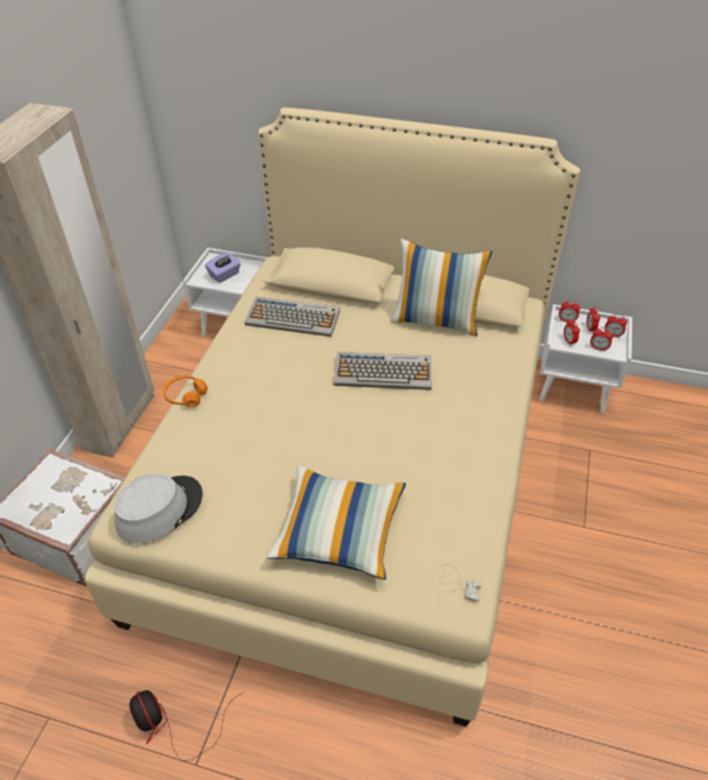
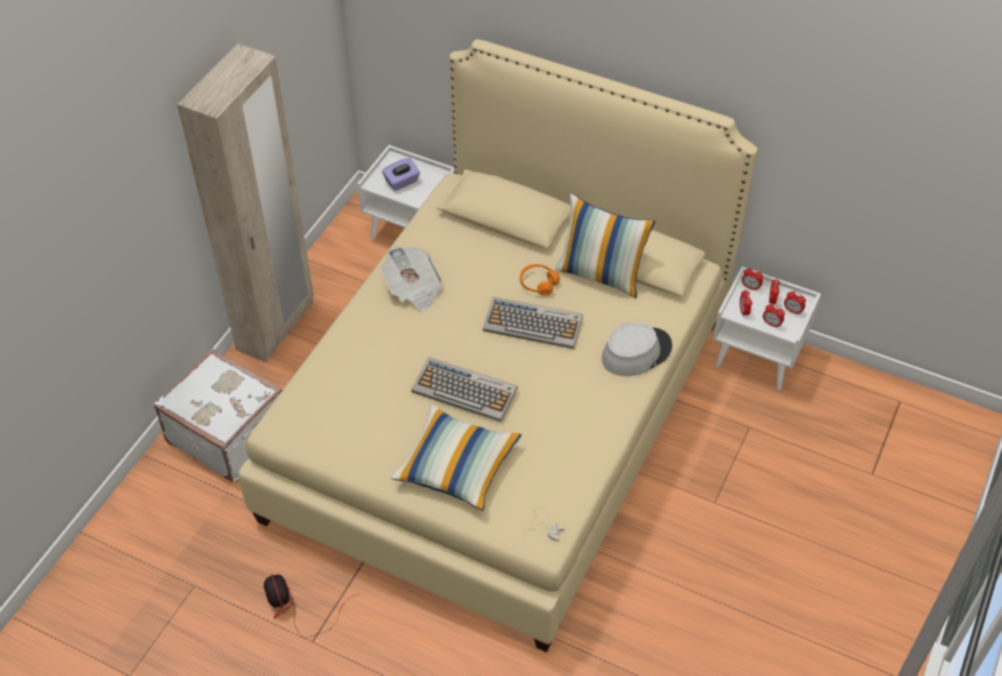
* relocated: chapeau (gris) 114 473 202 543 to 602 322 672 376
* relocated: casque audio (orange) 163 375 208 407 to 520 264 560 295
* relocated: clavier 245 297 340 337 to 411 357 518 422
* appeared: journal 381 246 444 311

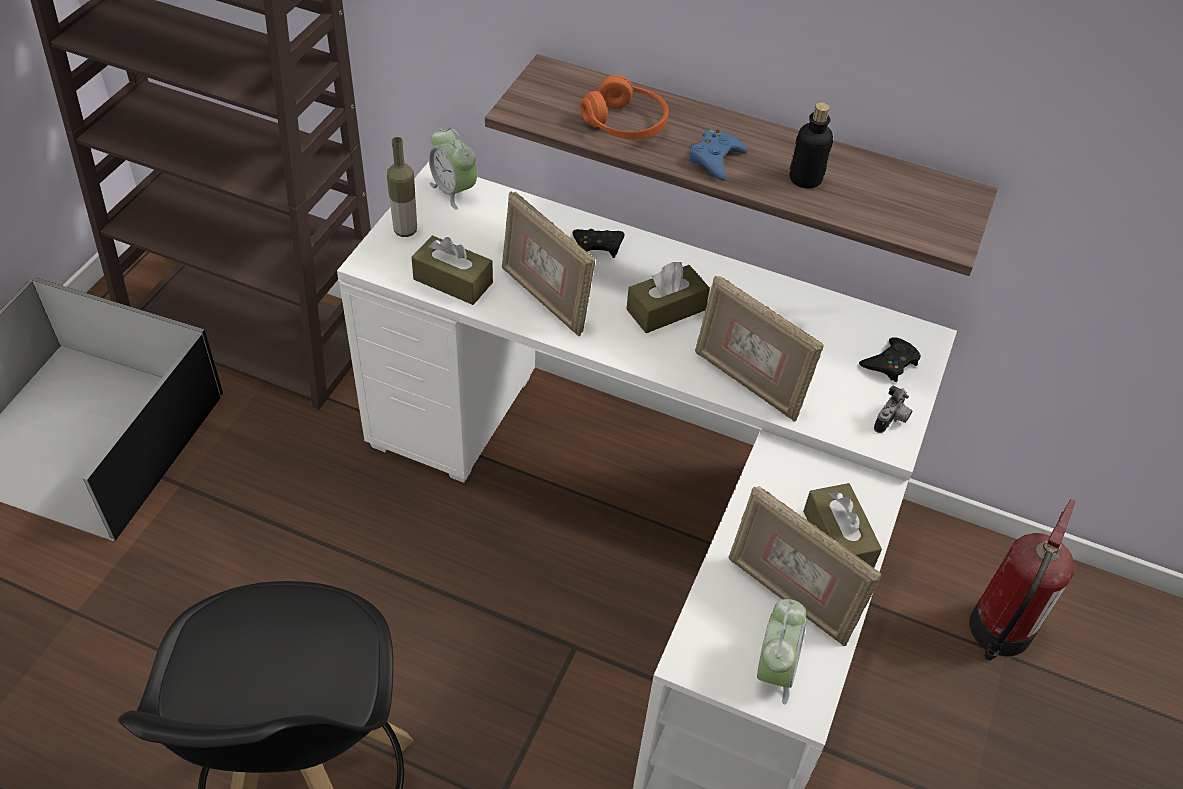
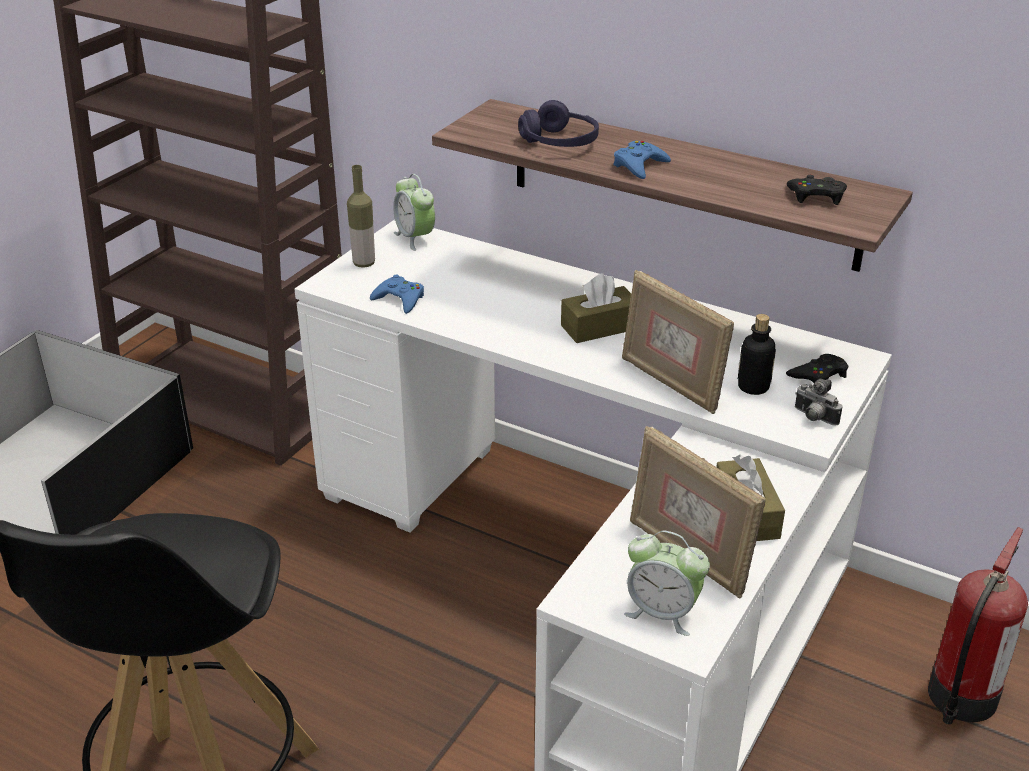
* exchanged: boîte à mouchoirs (marron) 411 235 493 305 to manette (bleu) 370 275 424 314
* missing: cadre photo 502 192 595 336
* relocated: manette (noir) 573 229 625 258 to 787 175 847 205
* colour: casque audio (orange) 580 75 669 139 to casque audio (violet) 518 100 599 147
* spun: réveil 757 599 806 704 = 624 531 710 636 90 degrees clockwise
* relocated: bouteille 789 102 833 189 to 738 314 776 395
* spun: appareil photo 874 385 913 433 = 795 379 842 426 90 degrees clockwise

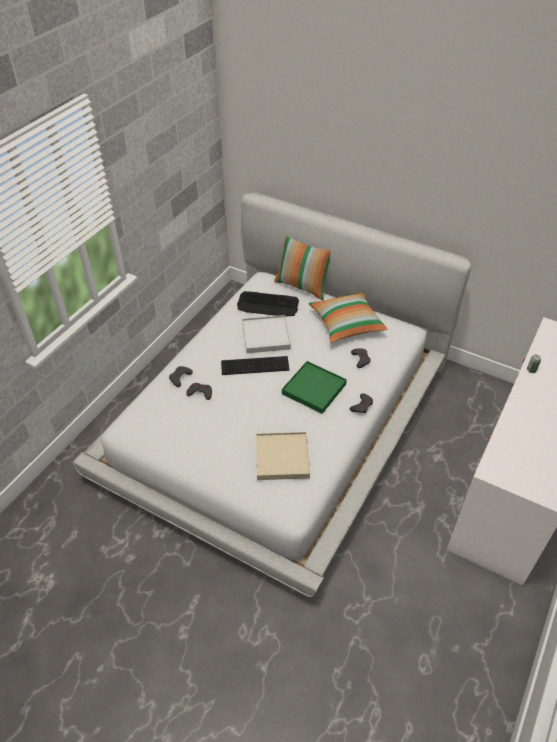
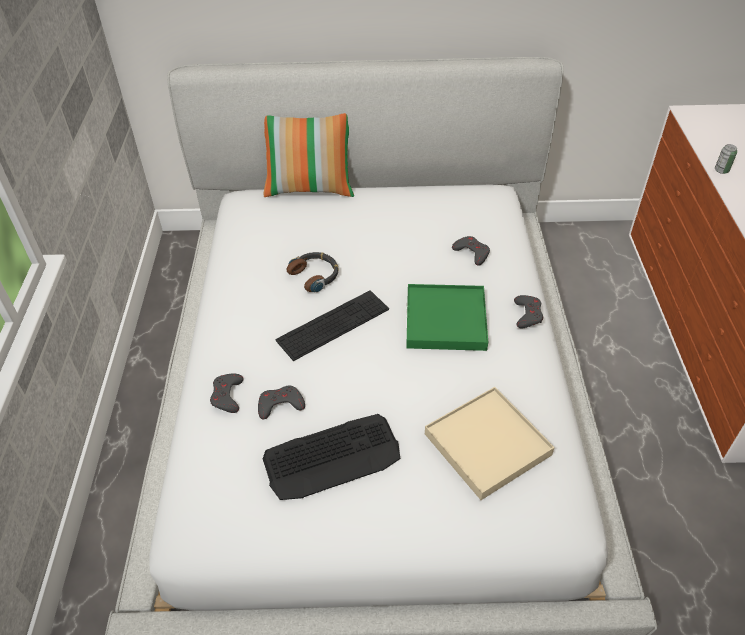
* relocated: clavier 237 291 299 317 to 263 414 400 500
* exchanged: plateau (blanc) 242 315 291 353 to casque audio 287 252 339 292
* missing: coussin 308 293 387 343

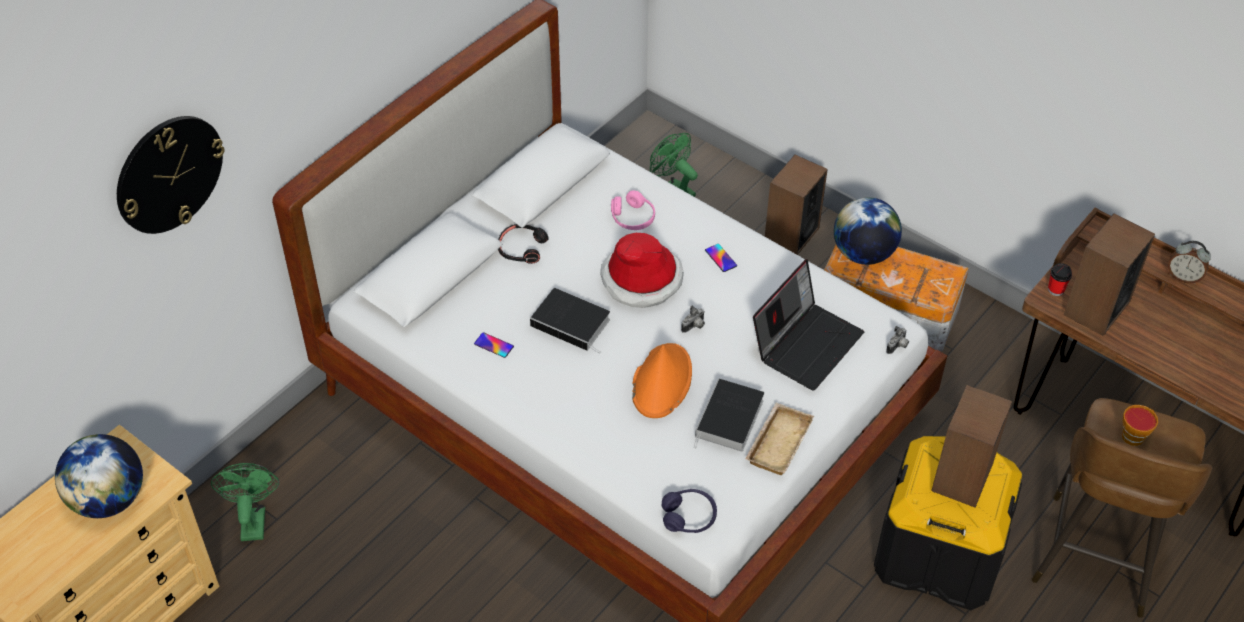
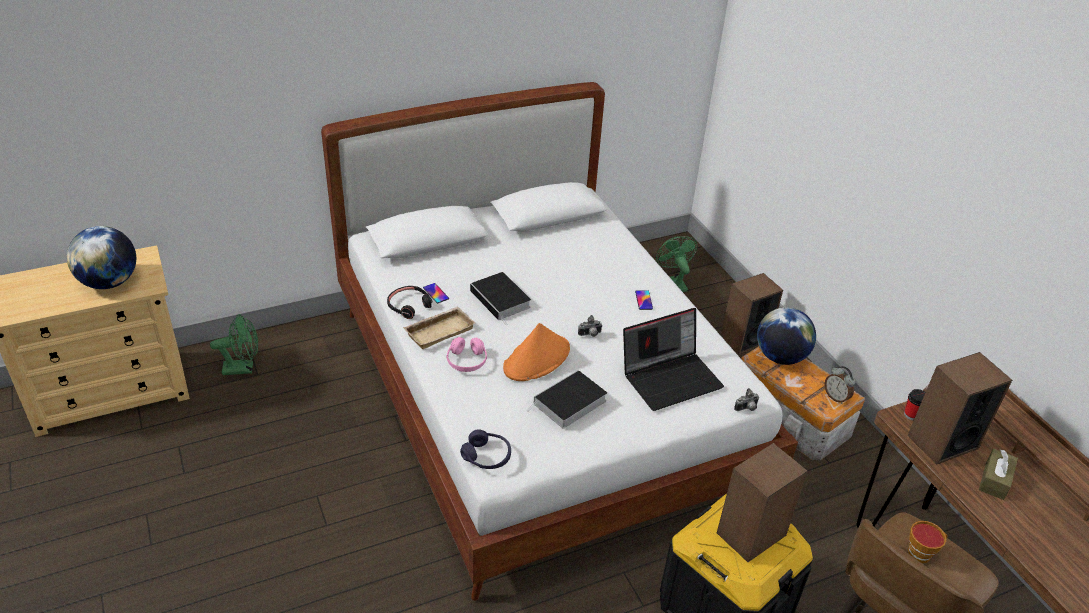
* missing: horloge murale 117 116 225 234
* spun: ventilateur (vert) 211 463 279 541 = 210 314 258 375 60 degrees clockwise
* relocated: casque audio (noir) 498 224 549 264 to 387 286 433 319
* missing: chapeau 600 233 684 308
* relocated: casque audio (rose) 611 190 655 230 to 447 337 487 372
* relocated: plateau (beige) 745 403 814 475 to 403 307 475 349
* relocated: réveil 1168 241 1211 284 to 824 366 856 404
* appeared: boîte à mouchoirs (marron) 979 449 1018 500

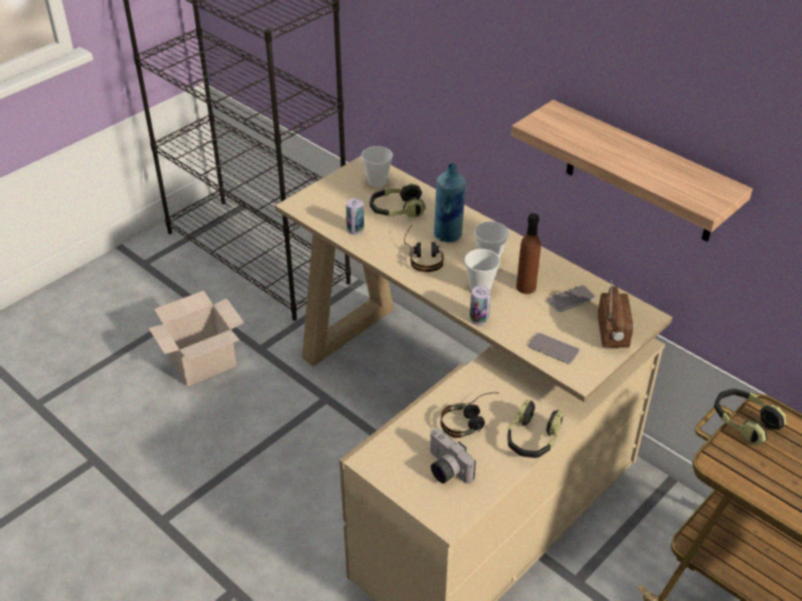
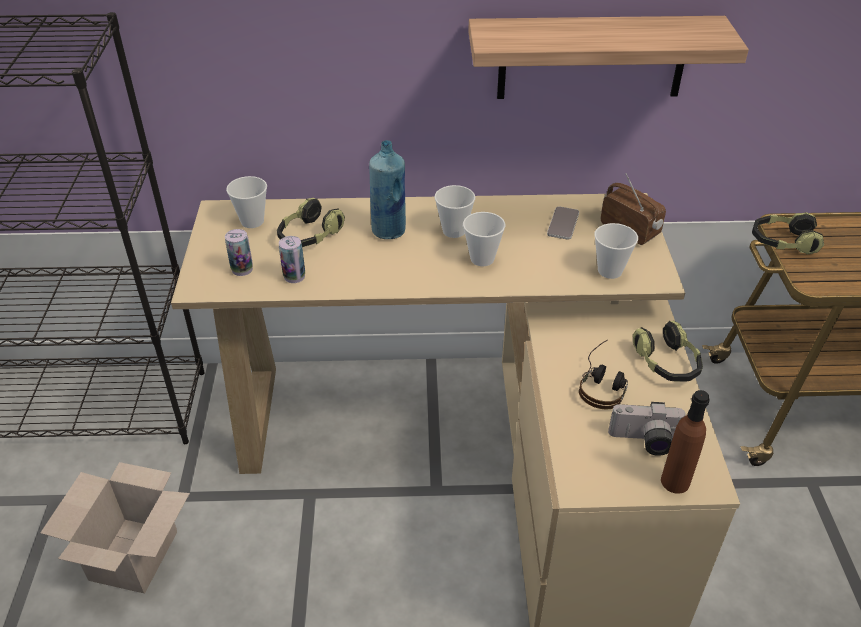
* missing: casque audio 404 225 444 272
* relocated: boîte métallique 470 286 491 326 to 225 229 253 276
* relocated: bouteille (marron) 516 213 541 294 to 661 390 710 494
* exchanged: téléphone 529 333 580 364 to tasse 594 223 638 279

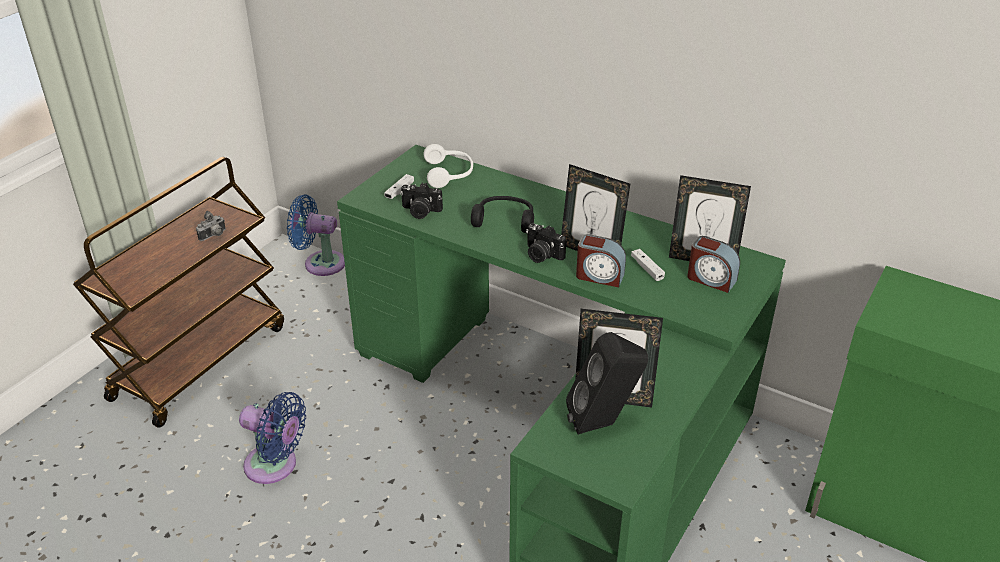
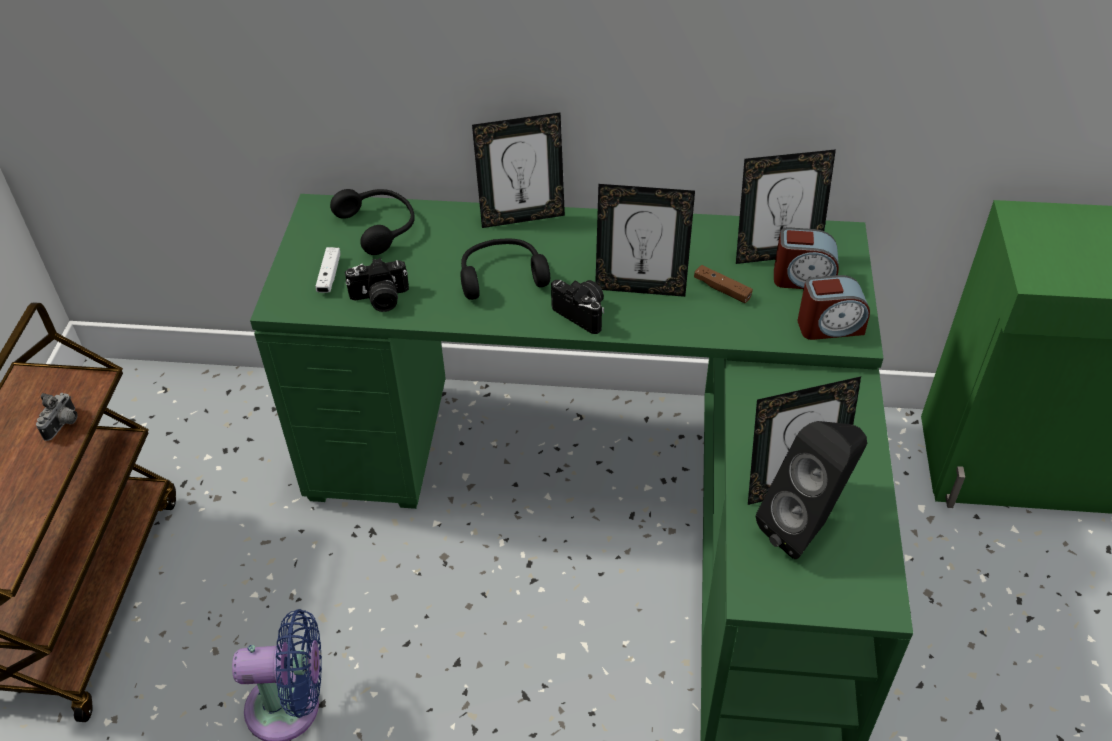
* missing: ventilateur (bleu) 287 194 345 276
* colour: casque audio (blanc) 424 144 474 188 to casque audio (noir) 330 189 415 255
* spun: appareil photo 526 223 566 263 = 551 280 604 334 150 degrees counterclockwise
* relocated: réveil 576 234 626 287 to 797 275 870 340
* colour: manette (blanc) 631 249 665 281 to manette (marron) 694 265 753 303
* appeared: cadre photo 472 112 565 228

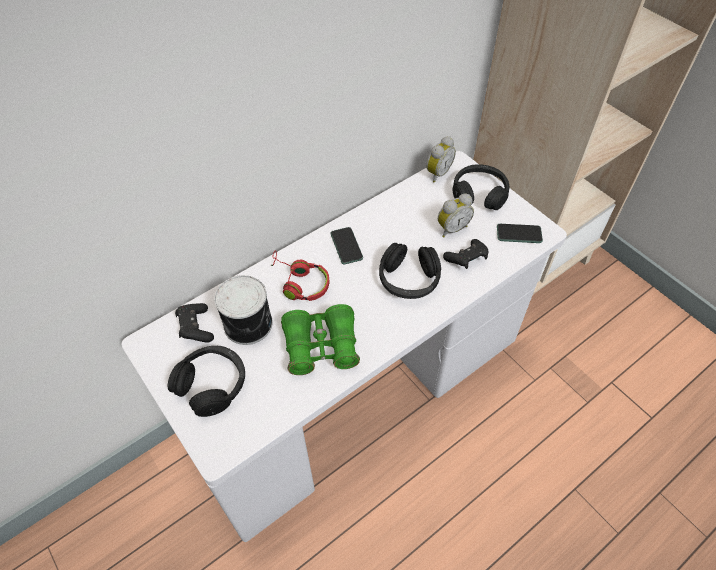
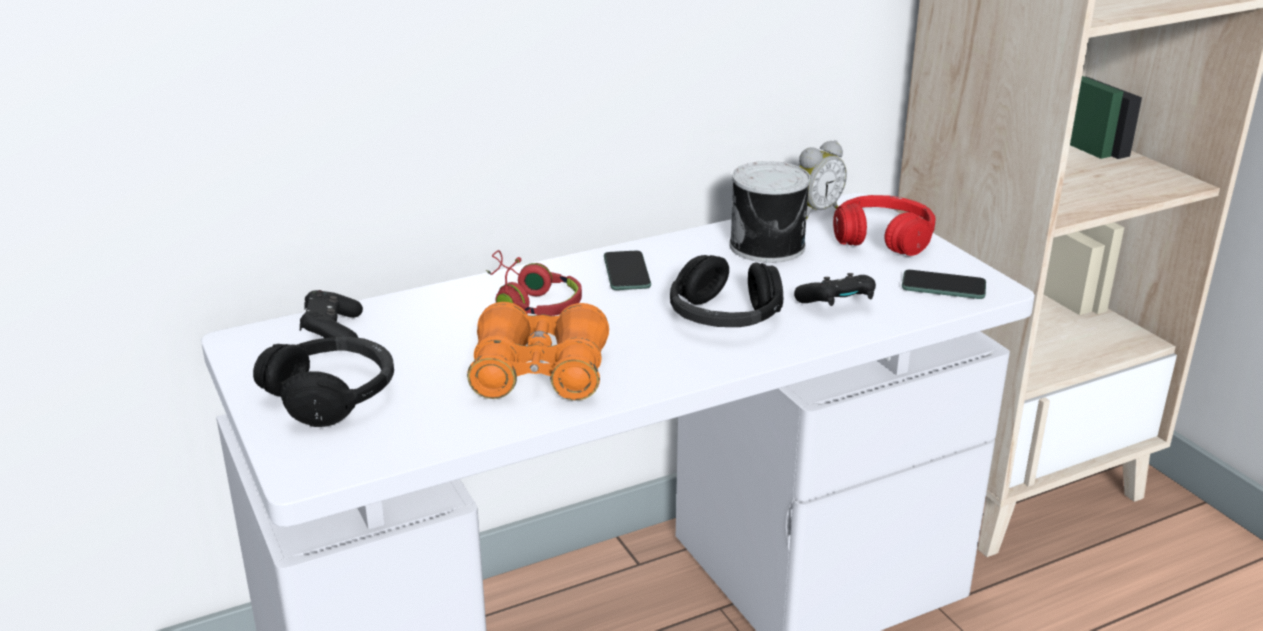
* relocated: boîte métallique 214 275 273 345 to 729 161 810 263
* colour: jumelles (vert) 281 304 360 375 to jumelles (orange) 467 302 609 401
* missing: réveil 438 194 474 237
* colour: casque audio (noir) 453 164 510 210 to casque audio (rouge) 833 195 936 256

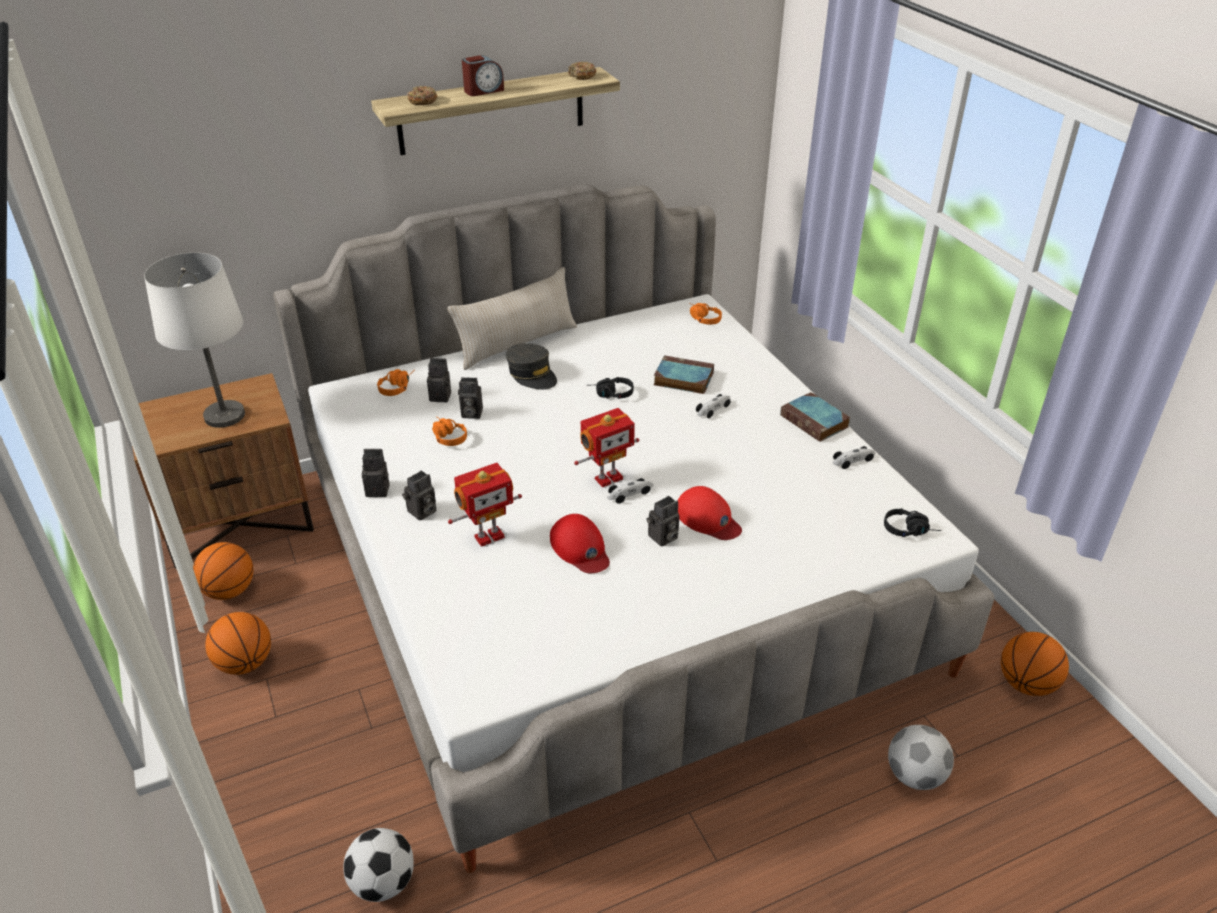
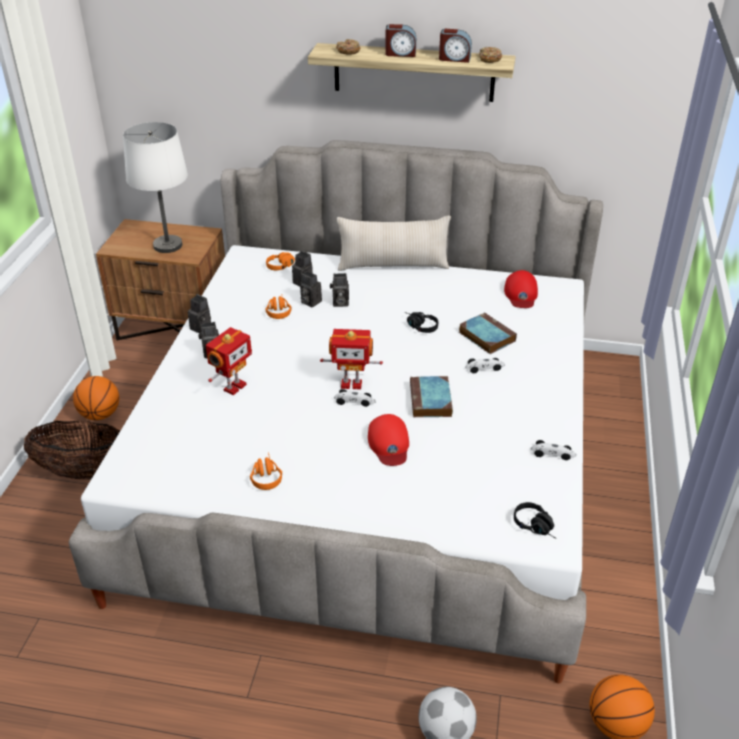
* missing: ballon de basket 193 542 253 600
* missing: ballon de foot 343 828 414 902
* spun: robot jouet 448 463 522 547 = 206 327 252 395 60 degrees counterclockwise
* missing: casquette (gris) 506 343 557 390
* relocated: casquette (rouge) 550 514 610 573 to 504 270 538 308
* relocated: appareil photo 647 496 679 547 to 330 273 349 307
* relocated: casque audio (orange) 689 303 722 325 to 250 452 282 490
* relocated: livre 780 392 851 442 to 410 376 453 417
* appeared: panier 24 421 121 480
* appeared: réveil 439 29 472 63

